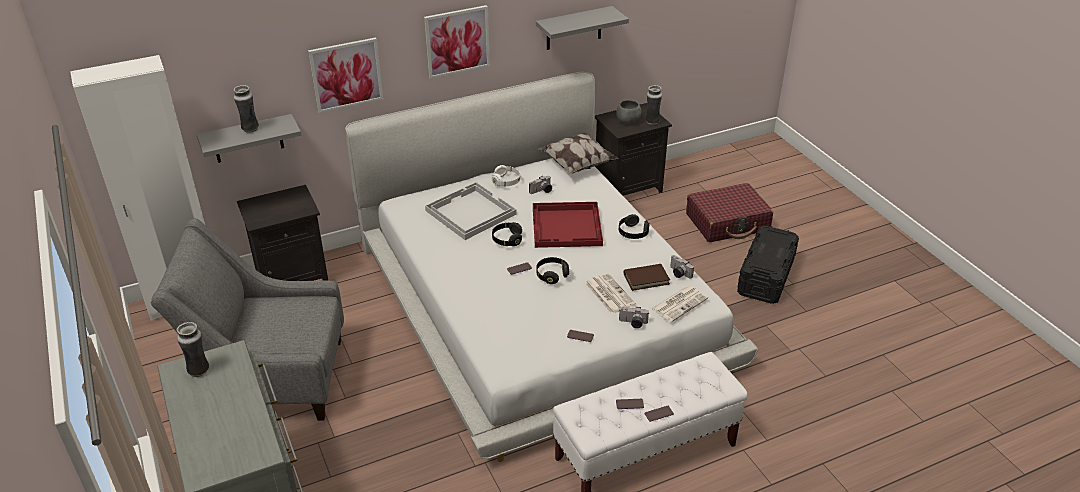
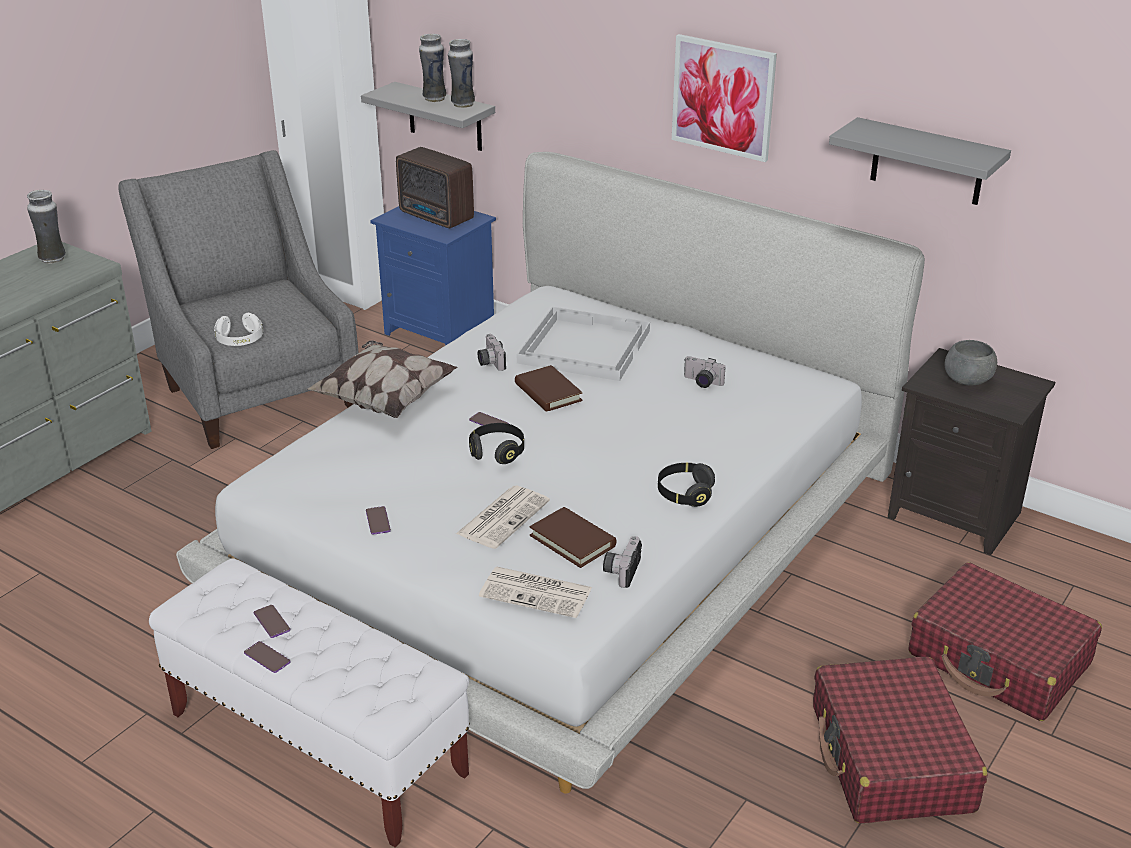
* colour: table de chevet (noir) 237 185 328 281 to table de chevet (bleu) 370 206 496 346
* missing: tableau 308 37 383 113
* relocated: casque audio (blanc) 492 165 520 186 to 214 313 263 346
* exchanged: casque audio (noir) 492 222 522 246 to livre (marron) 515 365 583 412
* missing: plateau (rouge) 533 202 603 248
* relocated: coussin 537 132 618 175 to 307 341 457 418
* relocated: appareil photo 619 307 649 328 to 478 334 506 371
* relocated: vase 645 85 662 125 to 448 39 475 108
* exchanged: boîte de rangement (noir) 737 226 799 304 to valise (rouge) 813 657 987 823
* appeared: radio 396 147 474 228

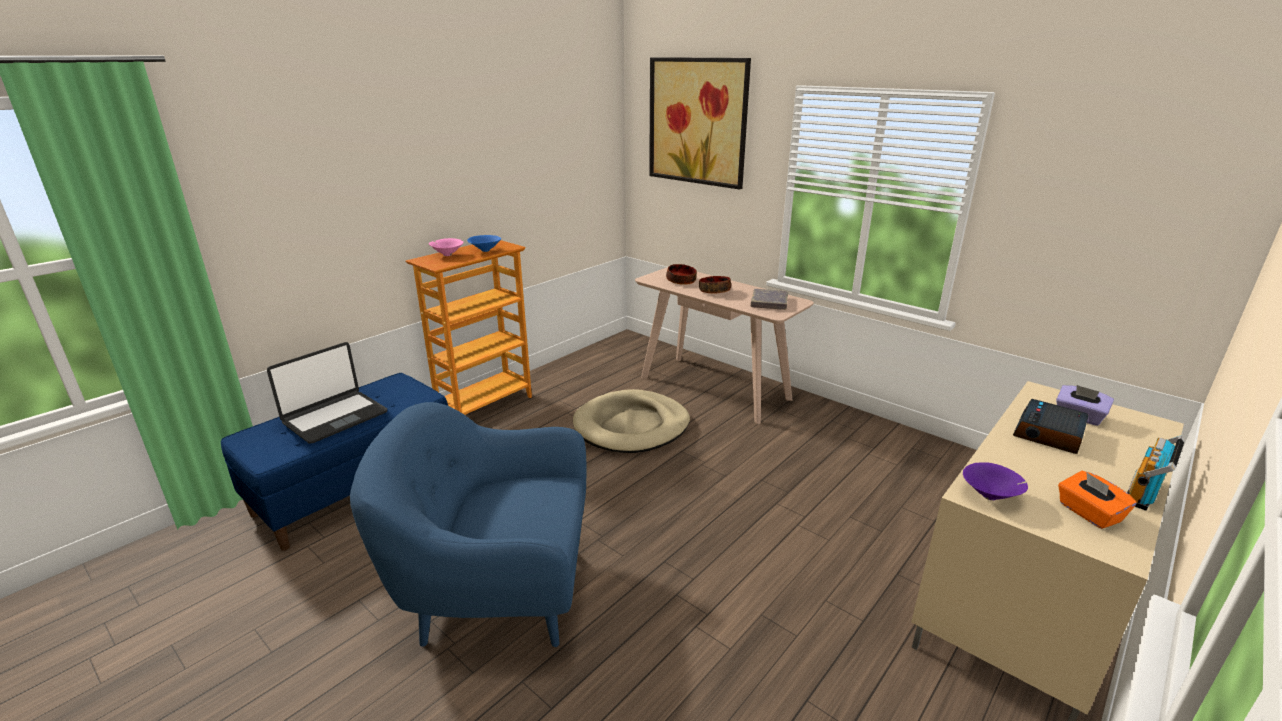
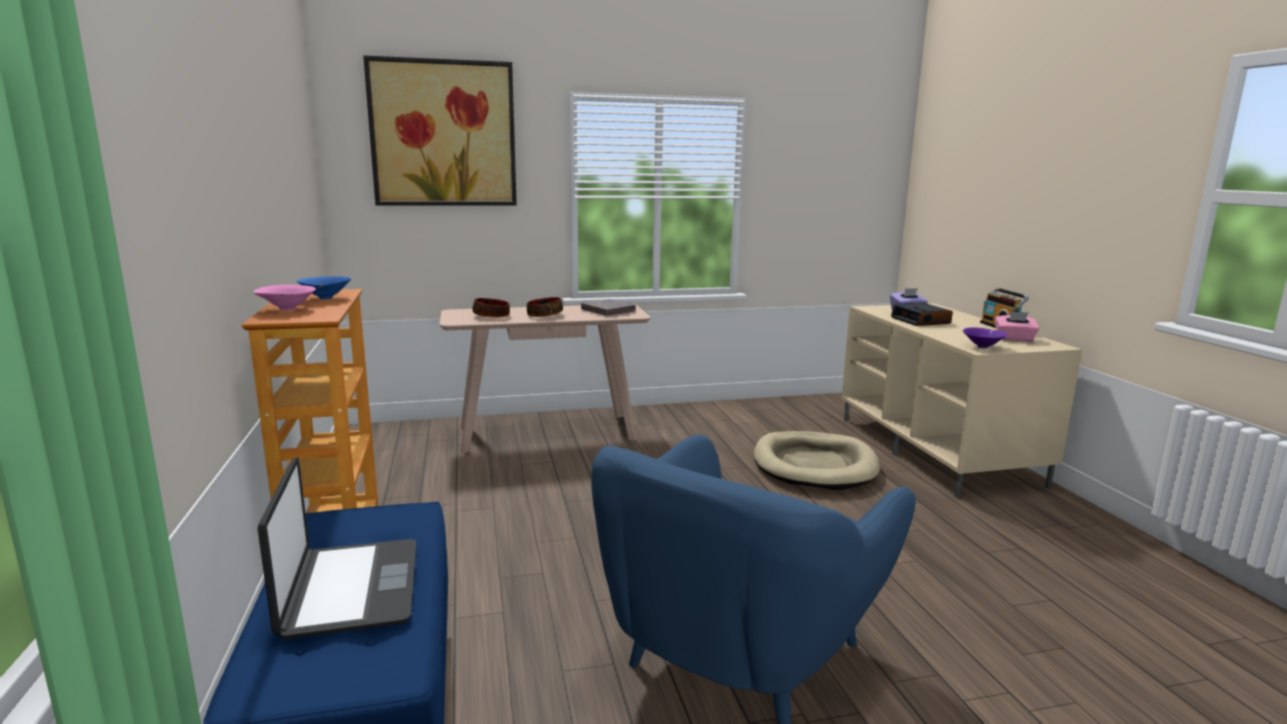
* relocated: panier pour chien (beige) 573 389 690 453 to 754 431 880 490
* colour: boîte à mouchoirs (orange) 1058 471 1137 529 to boîte à mouchoirs (rose) 995 311 1039 342

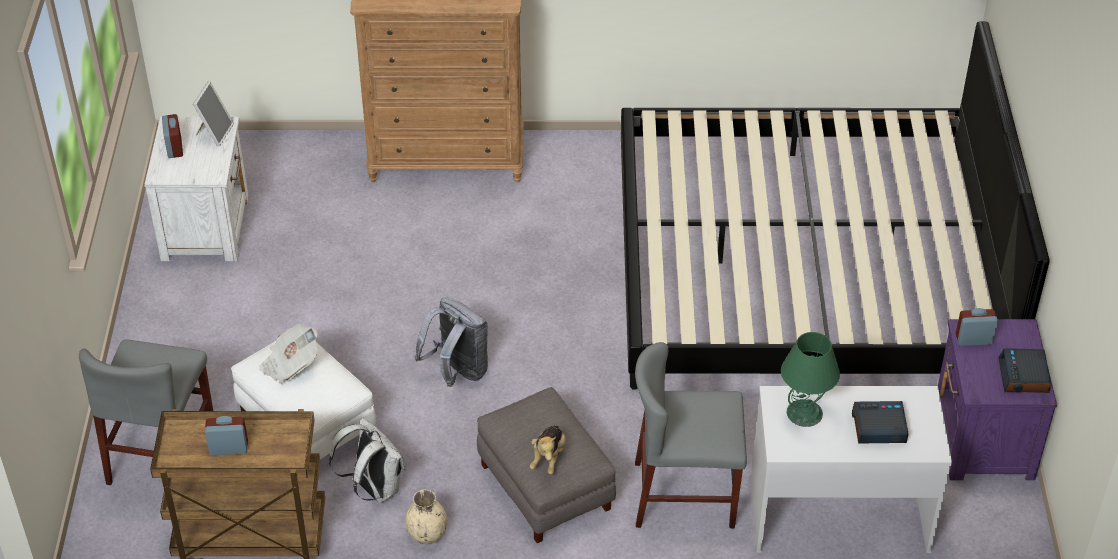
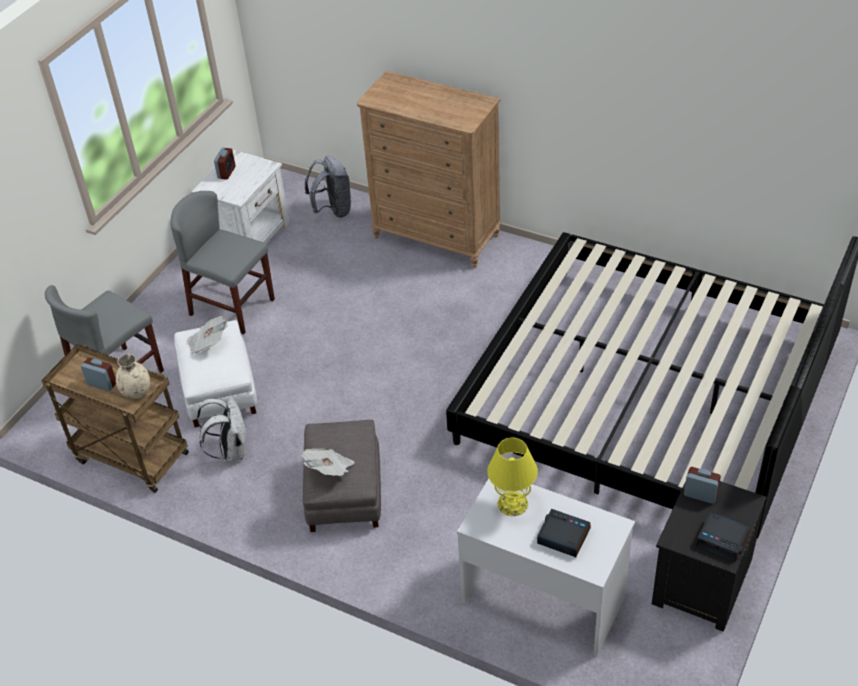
* missing: cadre photo 193 81 234 147
* relocated: vase (beige) 405 490 447 544 to 116 354 150 399
* relocated: sac à dos (gris) 414 297 488 387 to 305 156 352 218
* exchanged: peluche 530 425 566 475 to journal 302 449 355 476
* relocated: chaise (gris) 635 342 747 528 to 170 191 275 334
* colour: lampe de table (vert) 781 332 840 427 to lampe de table (jaune) 487 438 538 516
* colour: table de chevet (violet) 938 319 1057 480 to table de chevet (noir) 652 481 766 632
* spun: réveil 998 348 1051 393 = 695 512 750 562 90 degrees counterclockwise

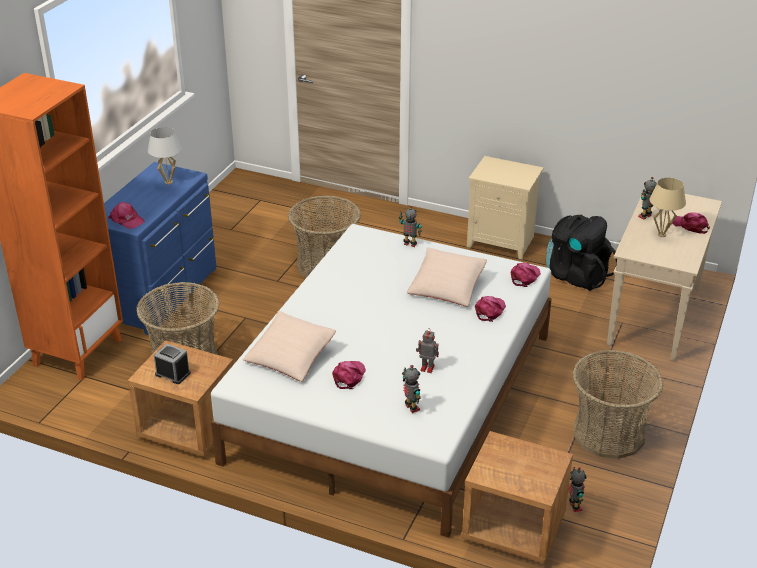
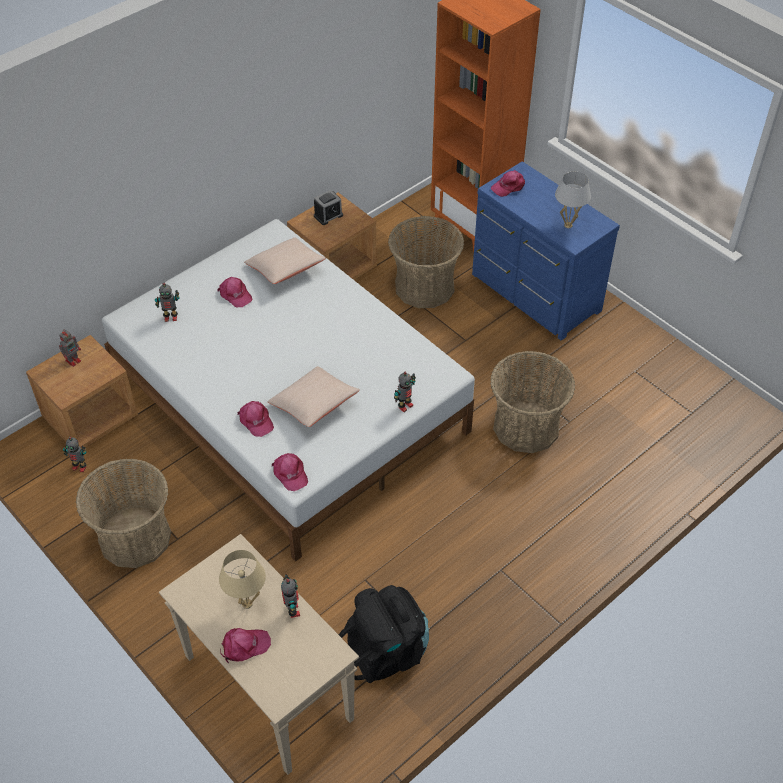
* relocated: robot jouet 416 328 439 373 to 59 330 81 367
* missing: table de chevet (beige) 467 156 544 260

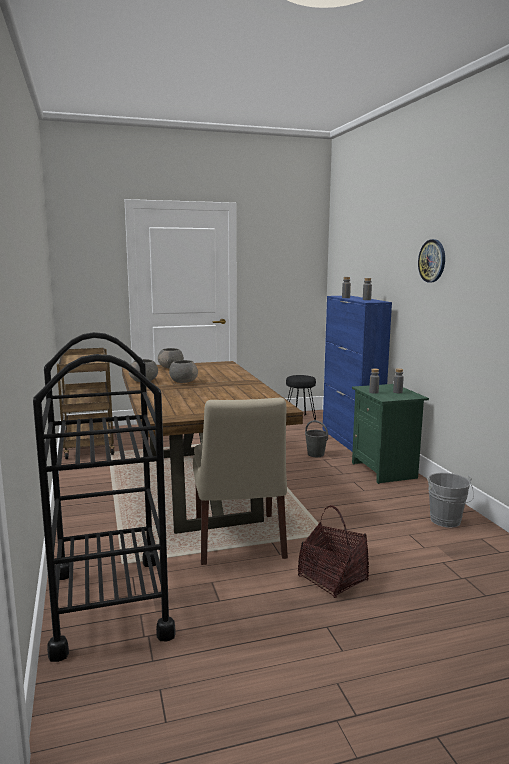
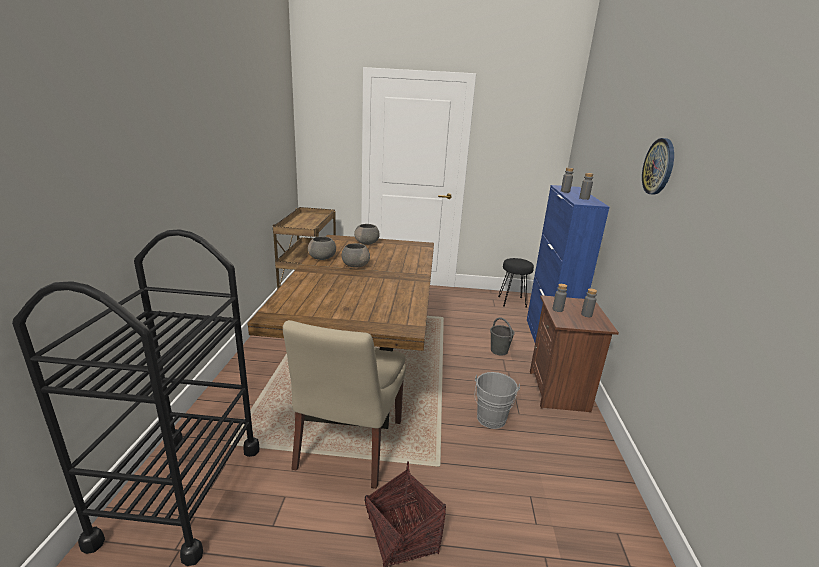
* colour: table de chevet (vert) 352 384 429 484 to table de chevet (marron) 530 295 619 412
* relocated: seau (gris) 427 473 474 528 to 475 372 520 429

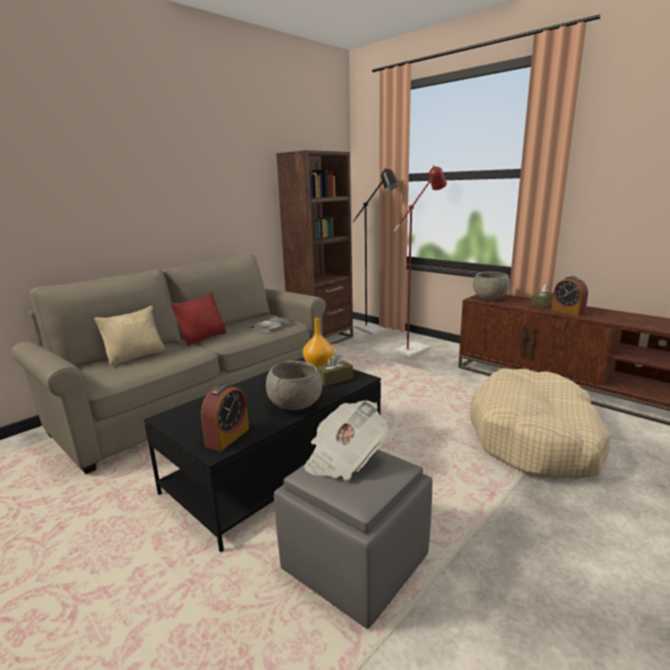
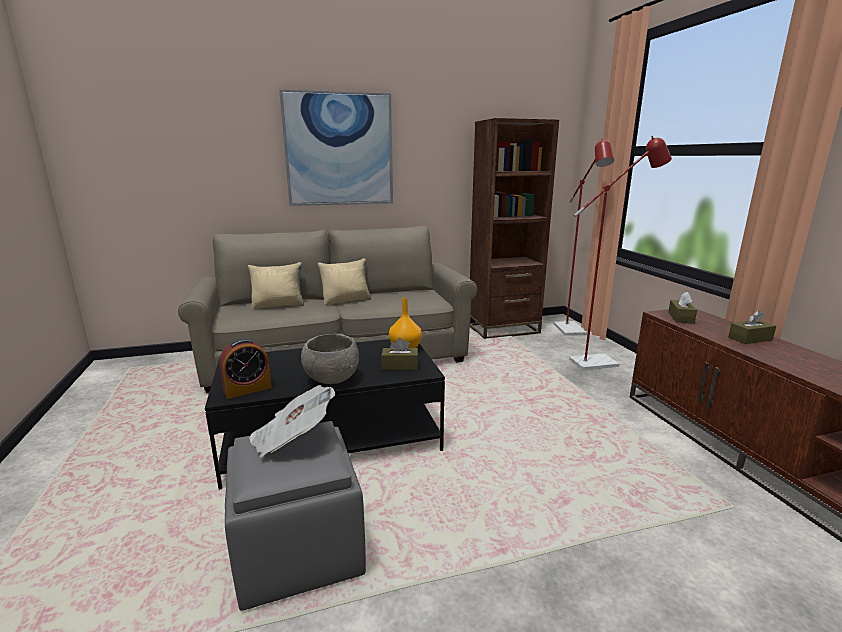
* colour: coussin (rouge) 171 292 227 346 to coussin (beige) 318 258 371 305
* missing: livre 248 317 296 334
* colour: lampadaire (noir) 352 168 399 335 to lampadaire (rouge) 554 139 614 336
* missing: panier pour chien (beige) 469 368 611 479
* exchanged: bol (gris) 473 272 510 301 to boîte à mouchoirs (marron) 668 292 697 324
* missing: réveil 551 276 588 316
* appeared: tableau 279 89 393 206

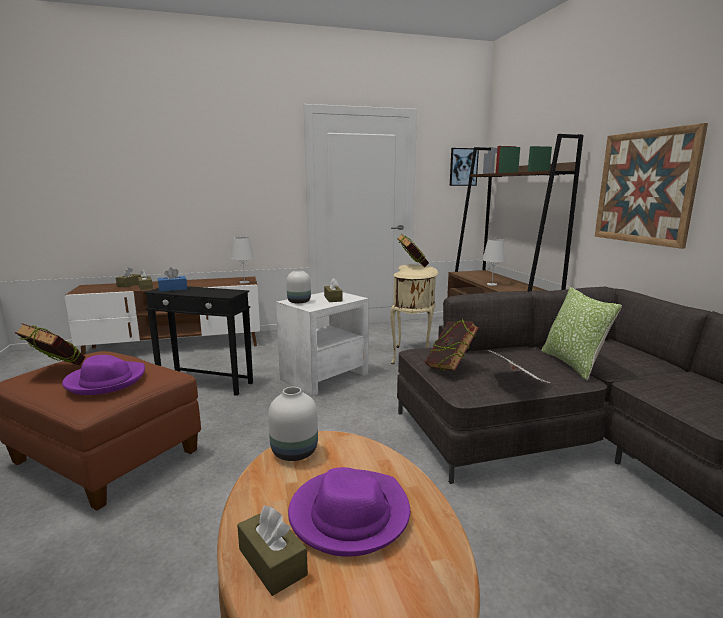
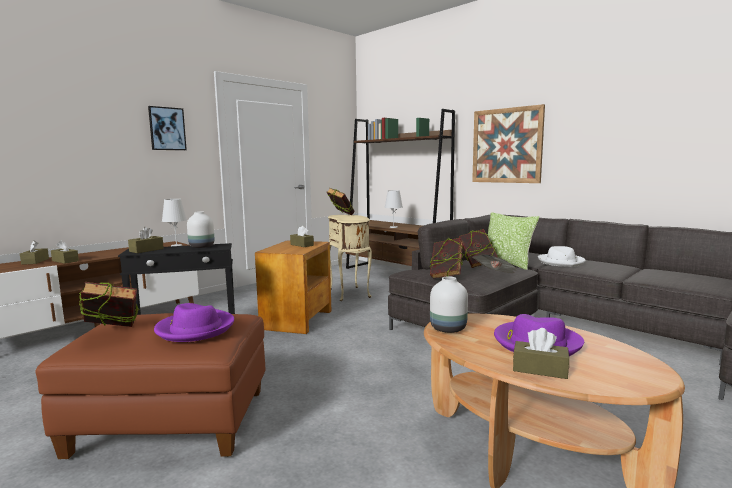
* colour: boîte à mouchoirs (bleu) 158 267 187 292 to boîte à mouchoirs (marron) 128 227 164 253
* colour: table d'appoint (blanc) 276 292 369 396 to table d'appoint (marron) 255 240 331 334
* relocated: vase (blanc) 286 268 311 303 to 187 211 214 248
* relocated: tableau 450 148 479 186 to 148 106 187 150
* appeared: livre 459 229 498 268
* appeared: chapeau (blanc) 538 246 586 267

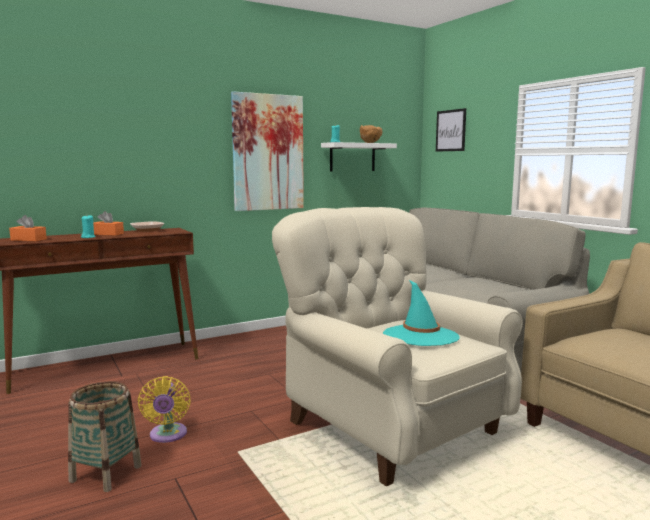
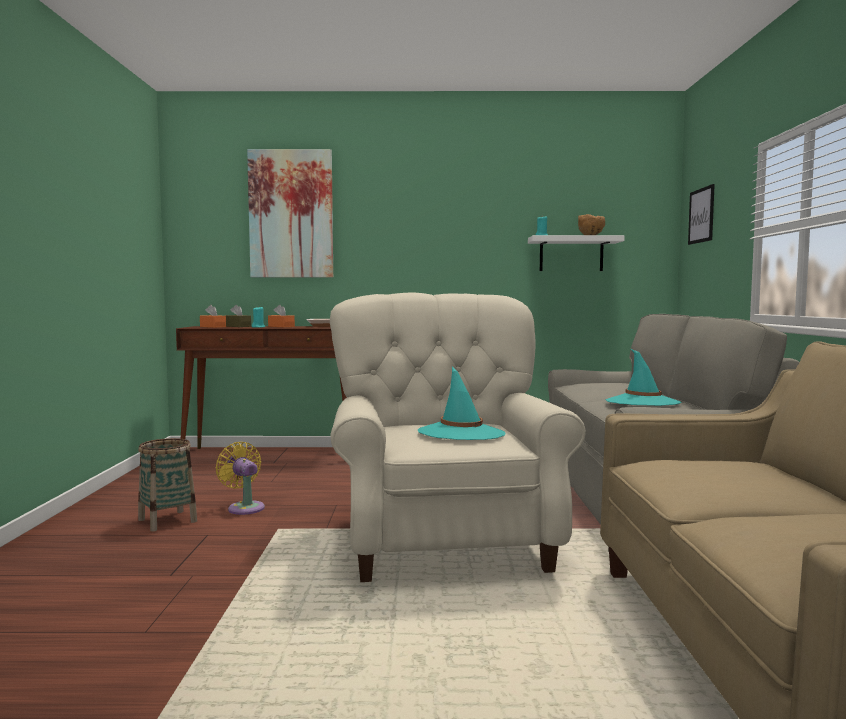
* spun: ventilateur (jaune) 138 376 191 443 = 216 442 265 515 120 degrees clockwise
* relocated: tableau 231 91 304 211 to 247 149 333 277
* appeared: boîte à mouchoirs (marron) 225 305 251 327
* appeared: chapeau (turquoise) 606 349 681 406

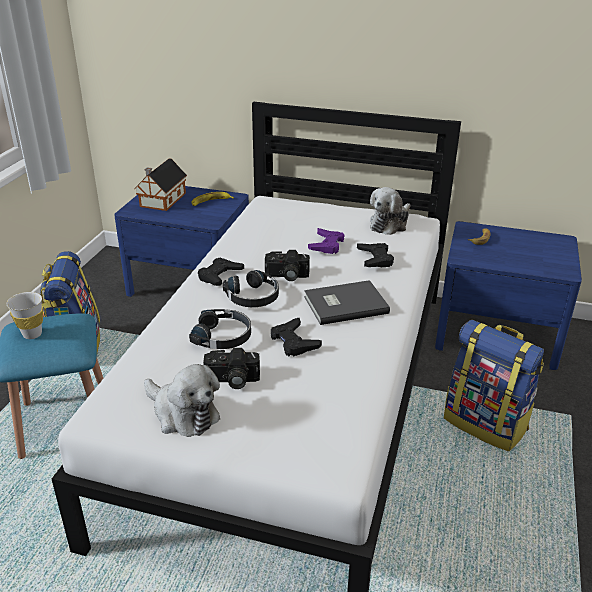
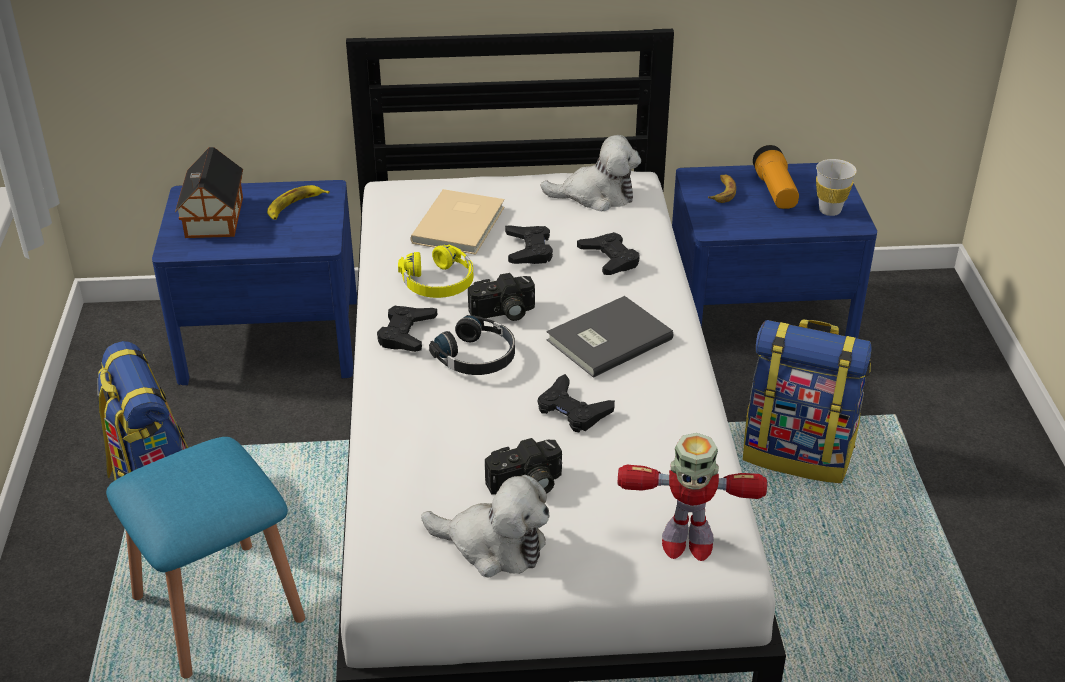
* relocated: tasse (blanc) 7 292 43 339 to 816 159 857 216
* missing: casque audio (noir) 189 309 251 349
* colour: manette (violet) 308 228 344 254 to manette (noir) 505 226 553 264
* spun: peluche 370 187 411 235 = 541 135 641 211 105 degrees counterclockwise
* appeared: casque audio (jaune) 398 245 473 298
* appeared: livre (beige) 410 189 504 255
* appeared: robot jouet 617 433 767 561
* appeared: lampe de poche 753 145 799 209

